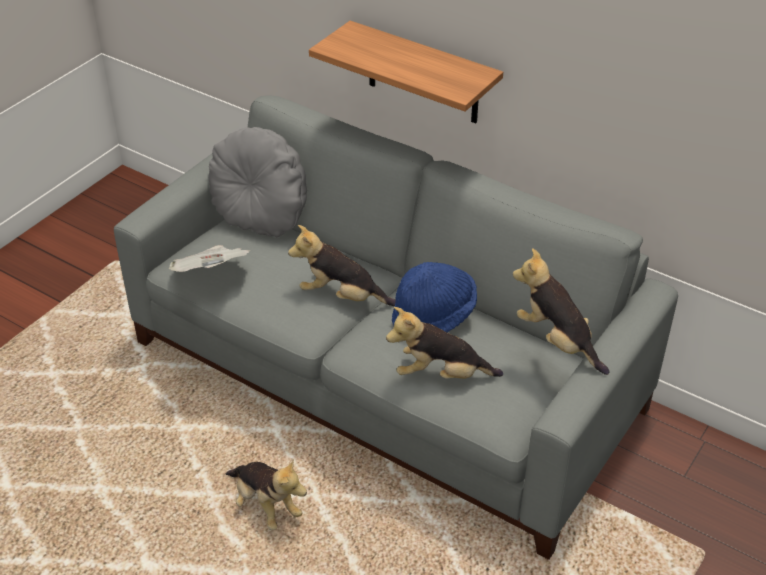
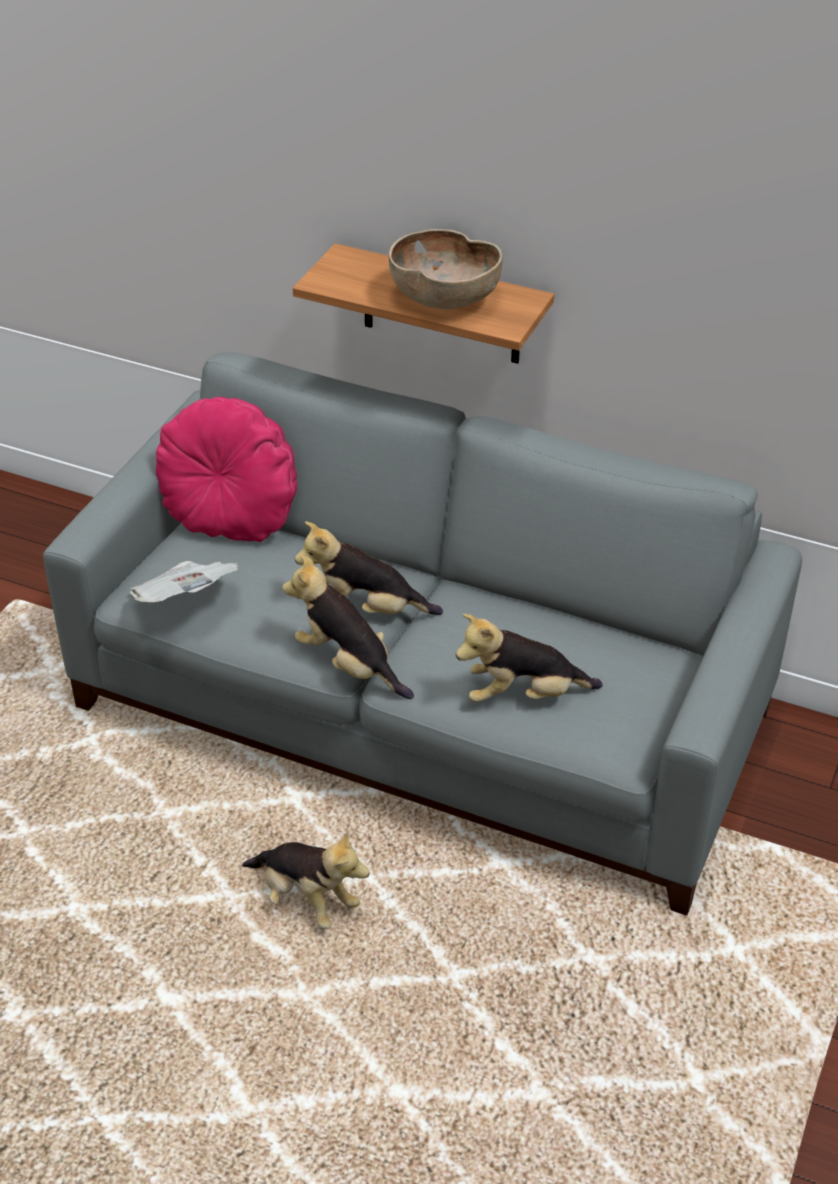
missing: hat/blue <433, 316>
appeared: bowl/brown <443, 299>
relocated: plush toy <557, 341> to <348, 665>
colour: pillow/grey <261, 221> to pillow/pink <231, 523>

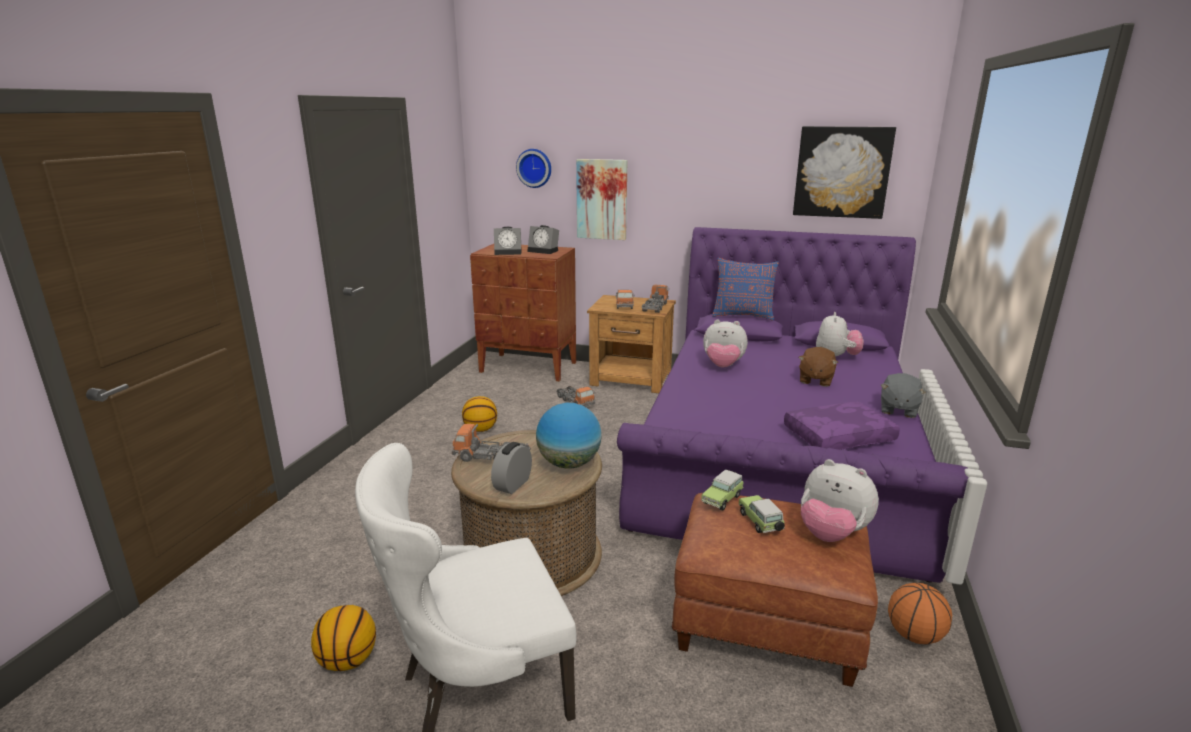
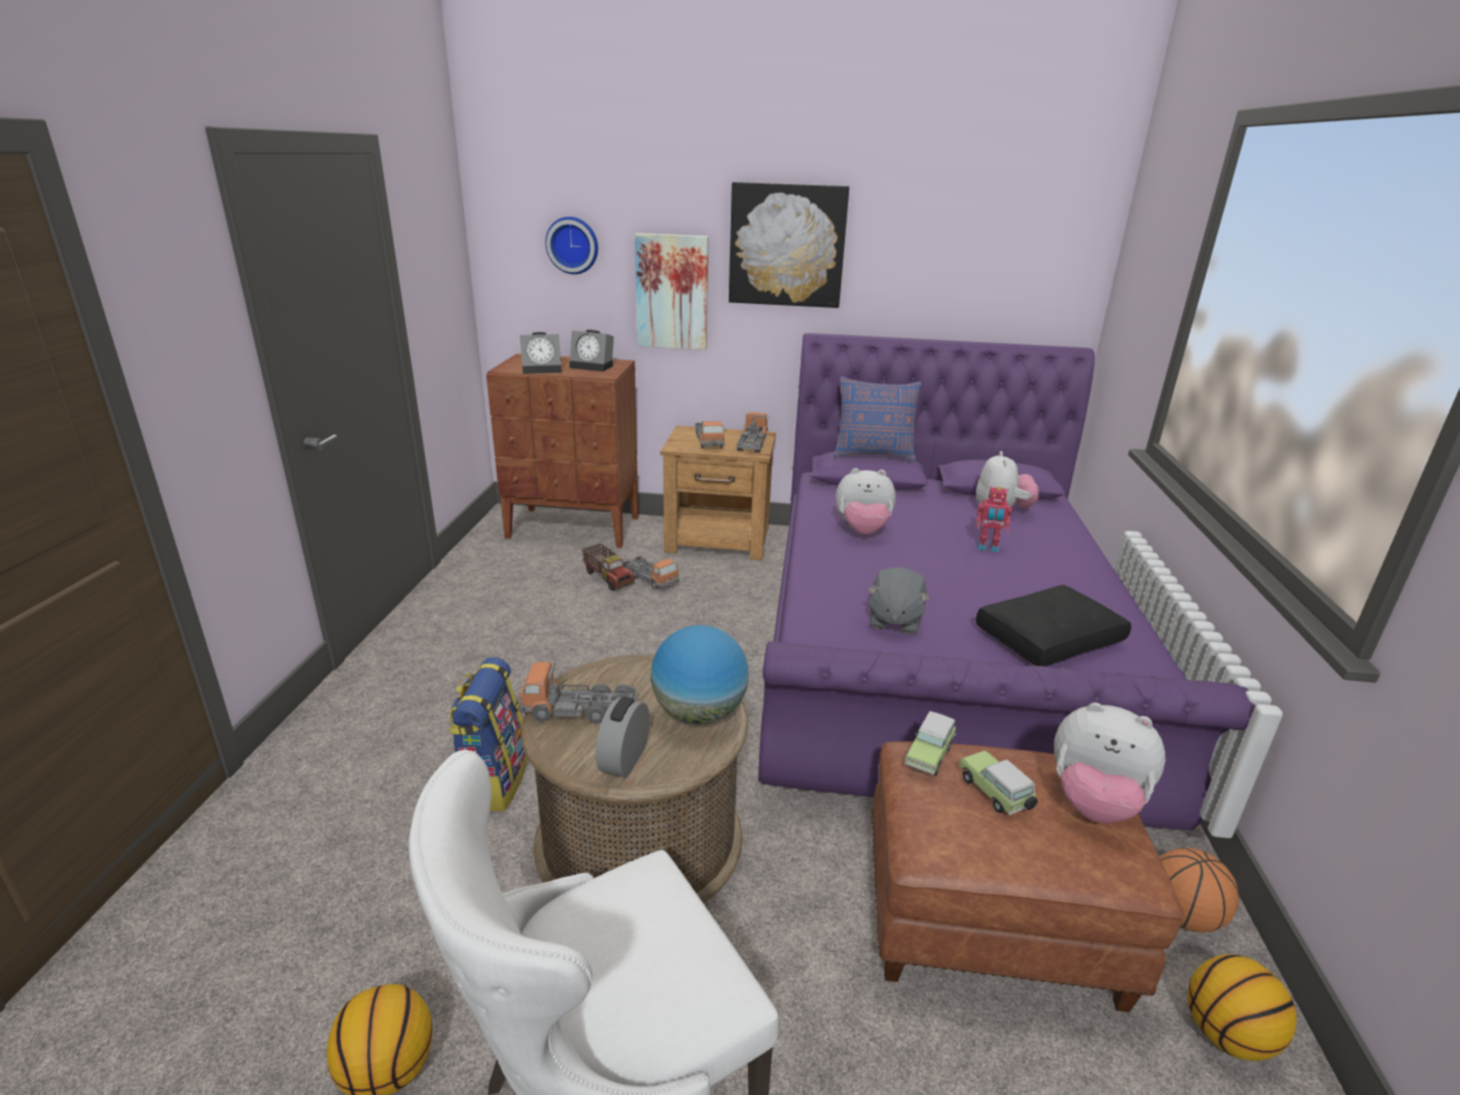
appeared: backpack <492, 780>; toy truck <608, 577>
relocated: basketball <480, 429> to <1226, 1034>; picture <842, 172> to <787, 245>; plush toy/grey <898, 410> to <894, 620>
exchanged: plush toy/brown <815, 380> to toy robot <987, 548>
colour: pillow/purple <838, 436> to pillow/black <1048, 637>

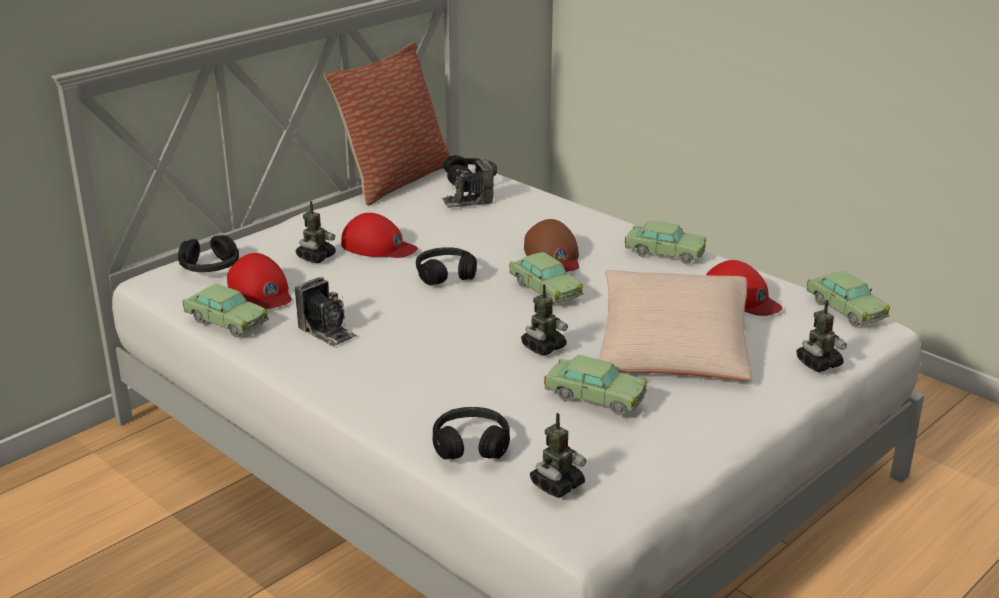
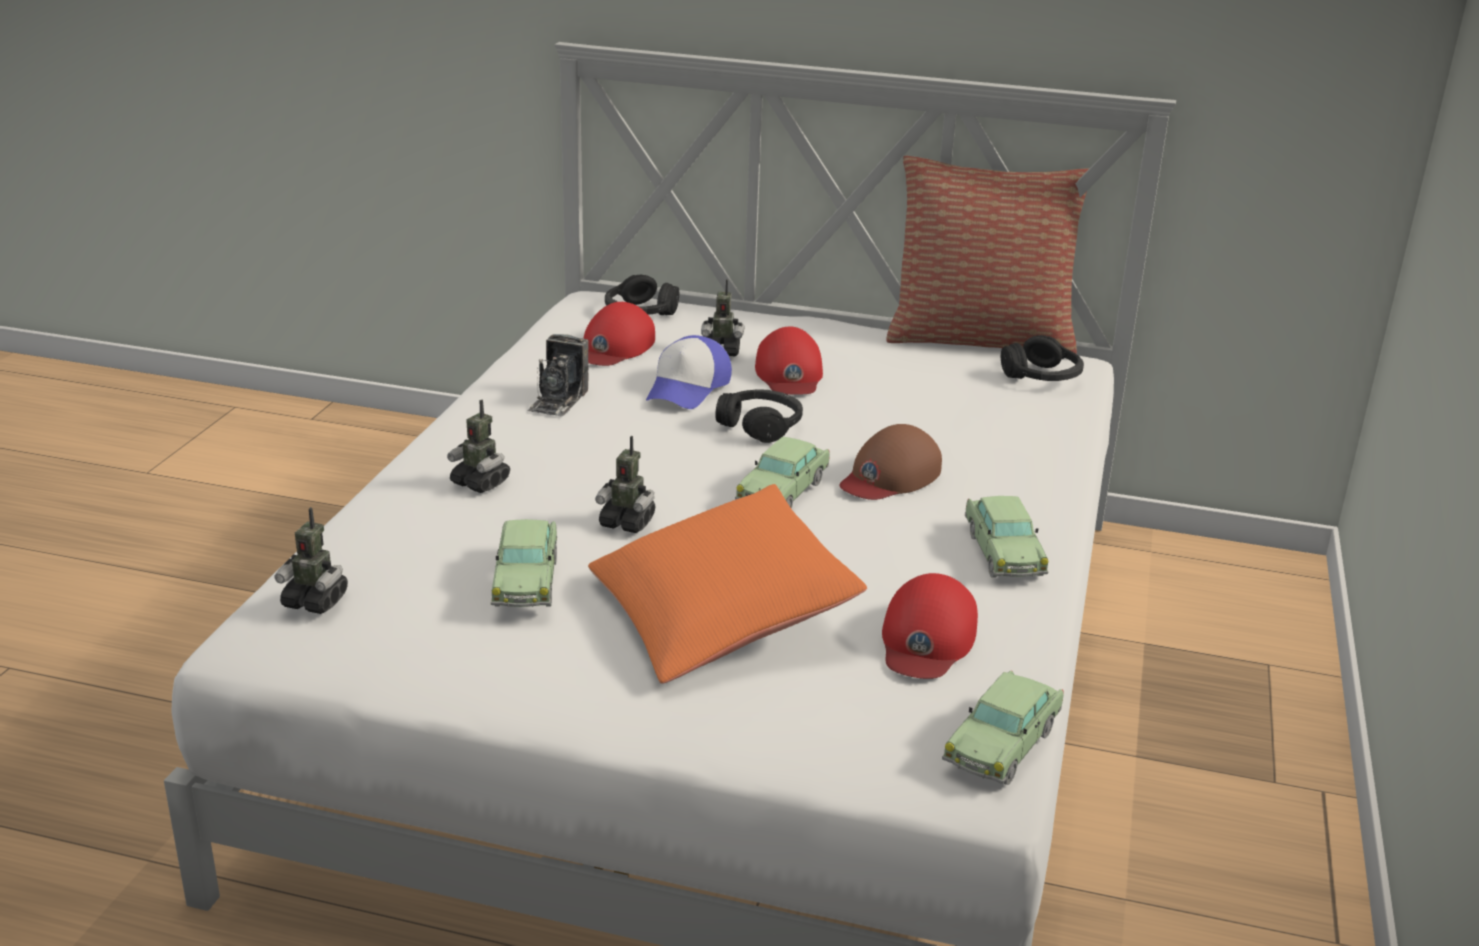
missing: toy car <226, 322>; headphones/black <471, 444>; photo camera <467, 201>
appeared: cap <688, 388>
relocated: toy robot <818, 363> to <480, 482>
colour: pillow/beige <672, 349> to pillow/orange <720, 615>

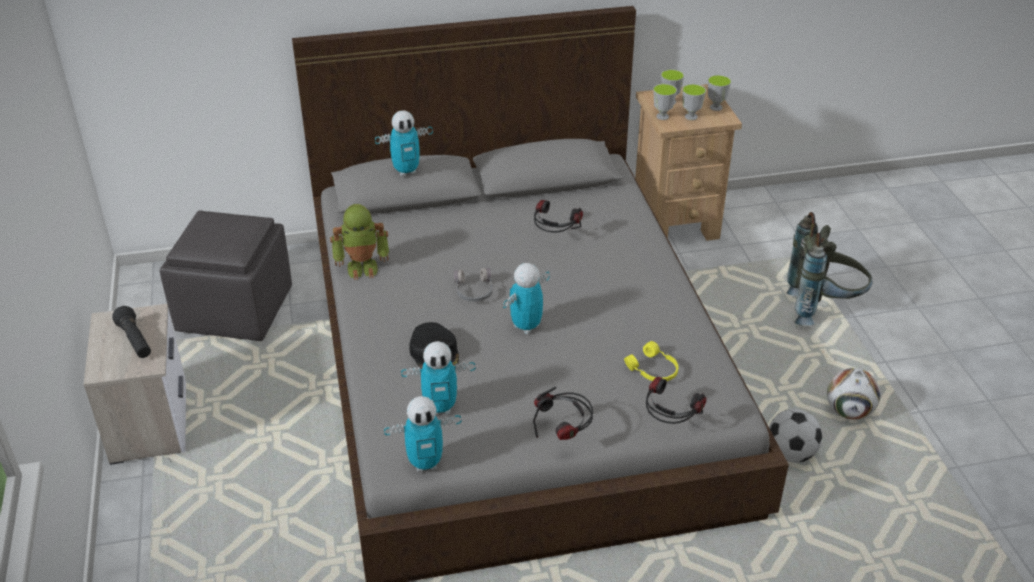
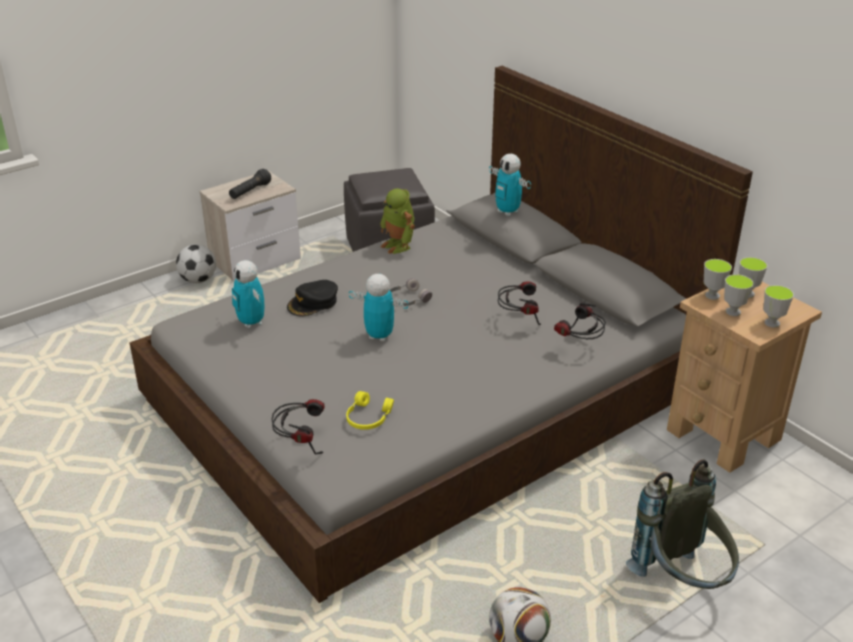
missing: toy robot <425, 463>
relocated: headphones <564, 436> to <579, 346>; football <790, 454> to <198, 280>

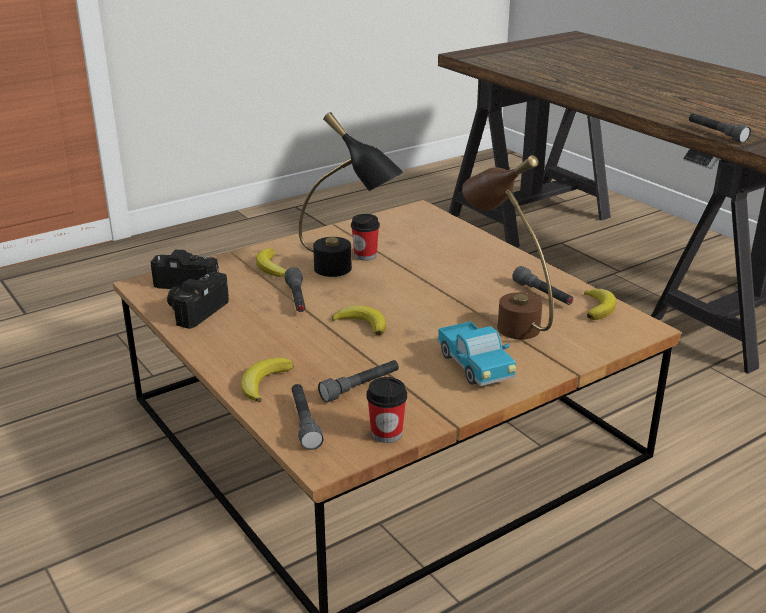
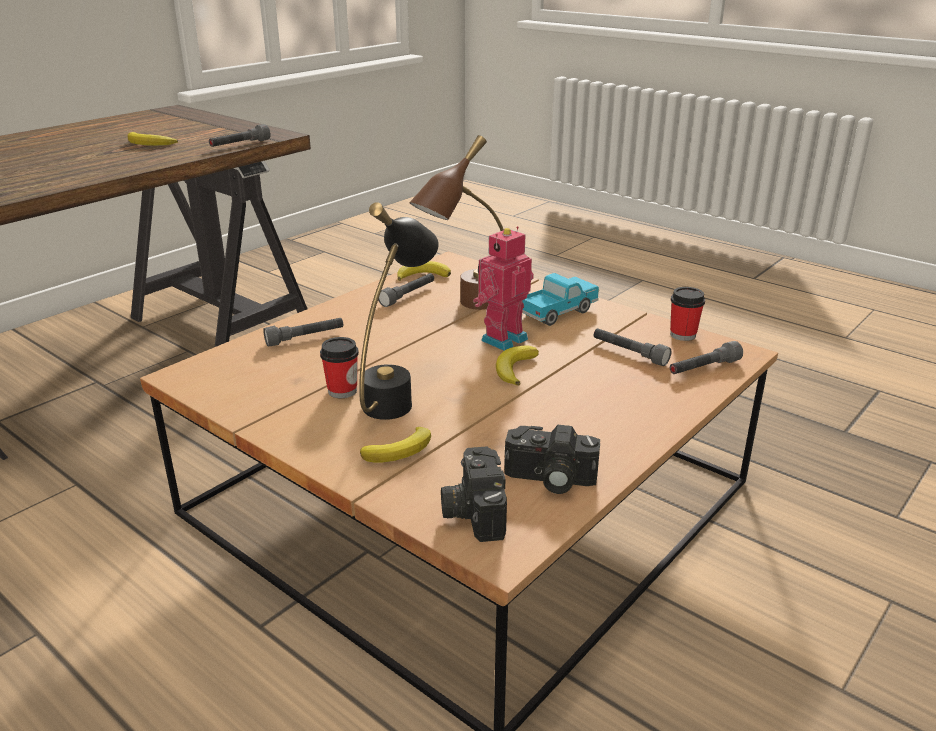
appeared: toy robot <502, 339>
relocated: banana <264, 382> to <150, 144>; flashlight/grey <297, 299> to <305, 338>

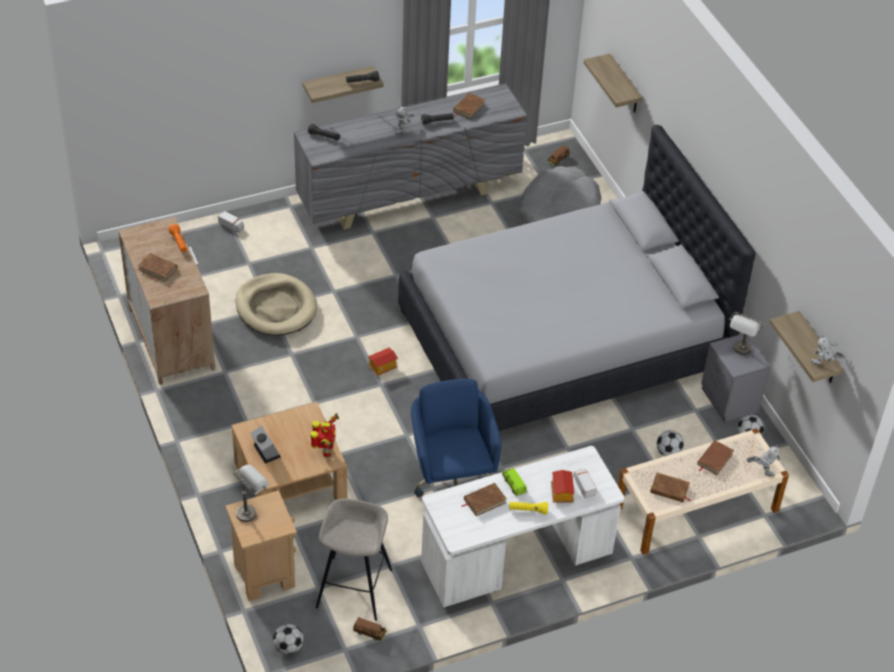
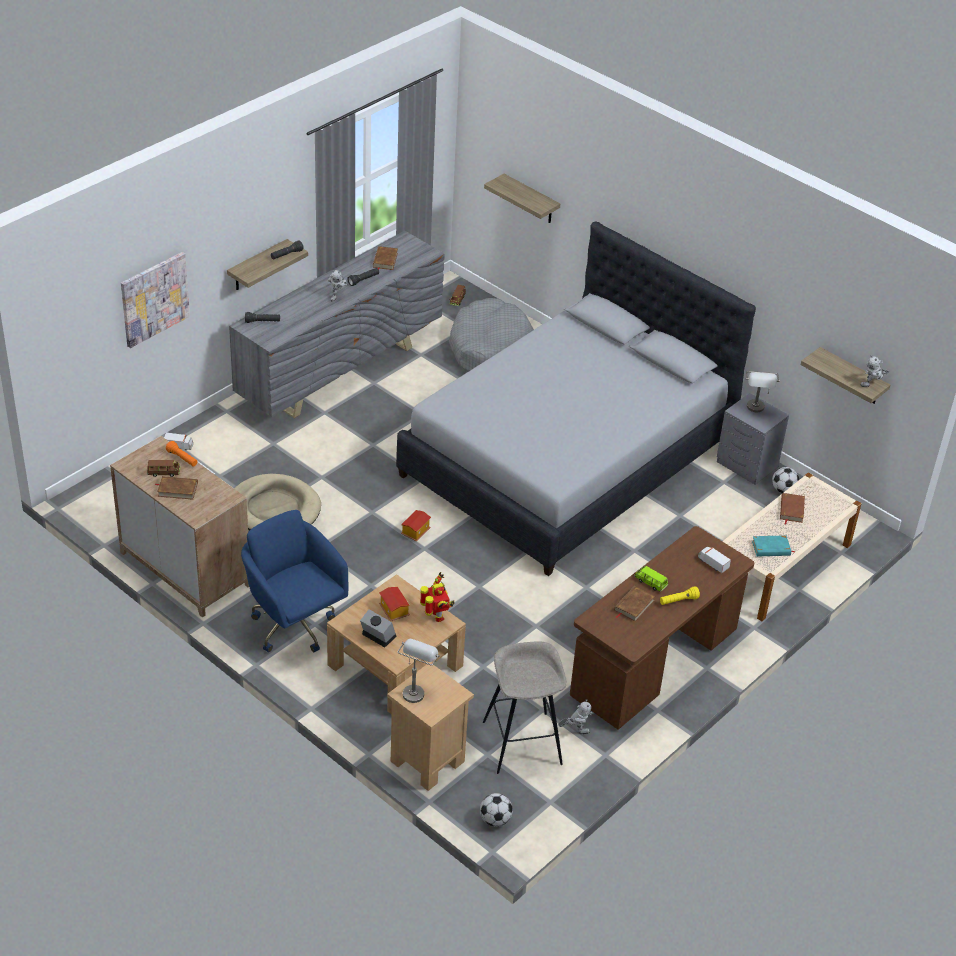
missing: football <668, 452>
appeared: picture <154, 299>
relocated: toy car/brown <369, 632> to <163, 472>; office chair/blue <451, 483> to <295, 629>; toy house <561, 493> to <393, 611>; toy robot <762, 471> to <575, 731>
colour: desk/white <517, 559> to desk/brown <654, 664>; book/brown <669, 490> to book/turquoise <771, 548>

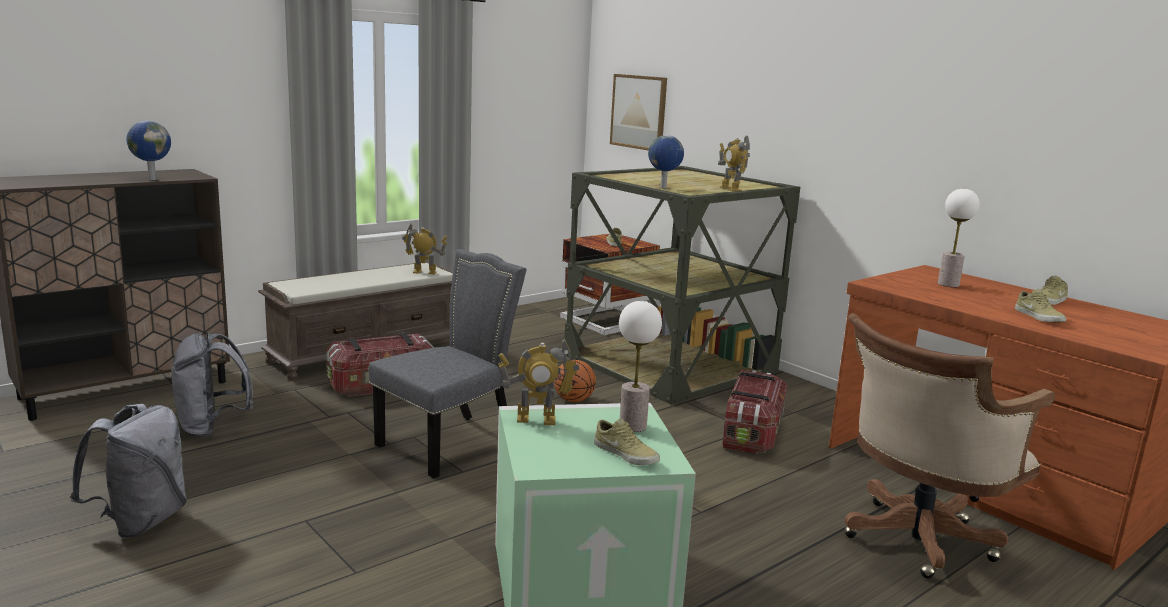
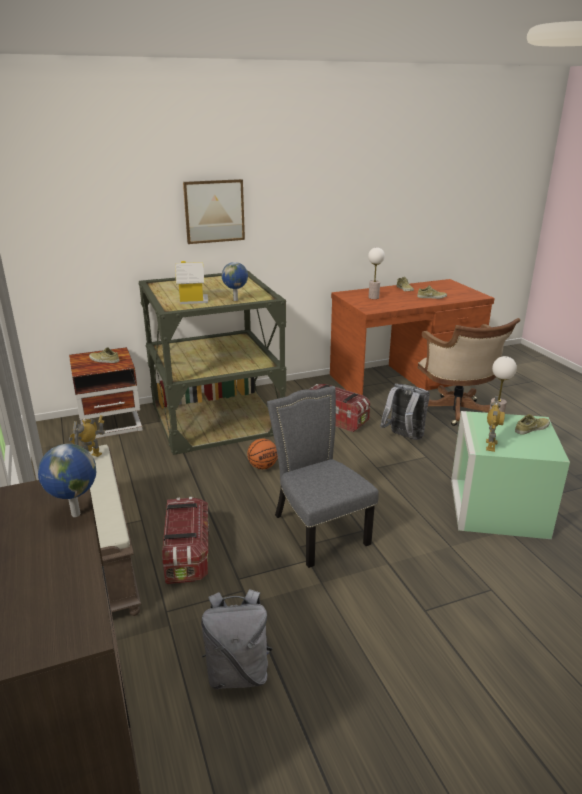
missing: toy robot <730, 189>
appeared: toy house <192, 300>
relocated: backpack/grey <141, 522> to <403, 437>; picture <639, 112> to <214, 211>

